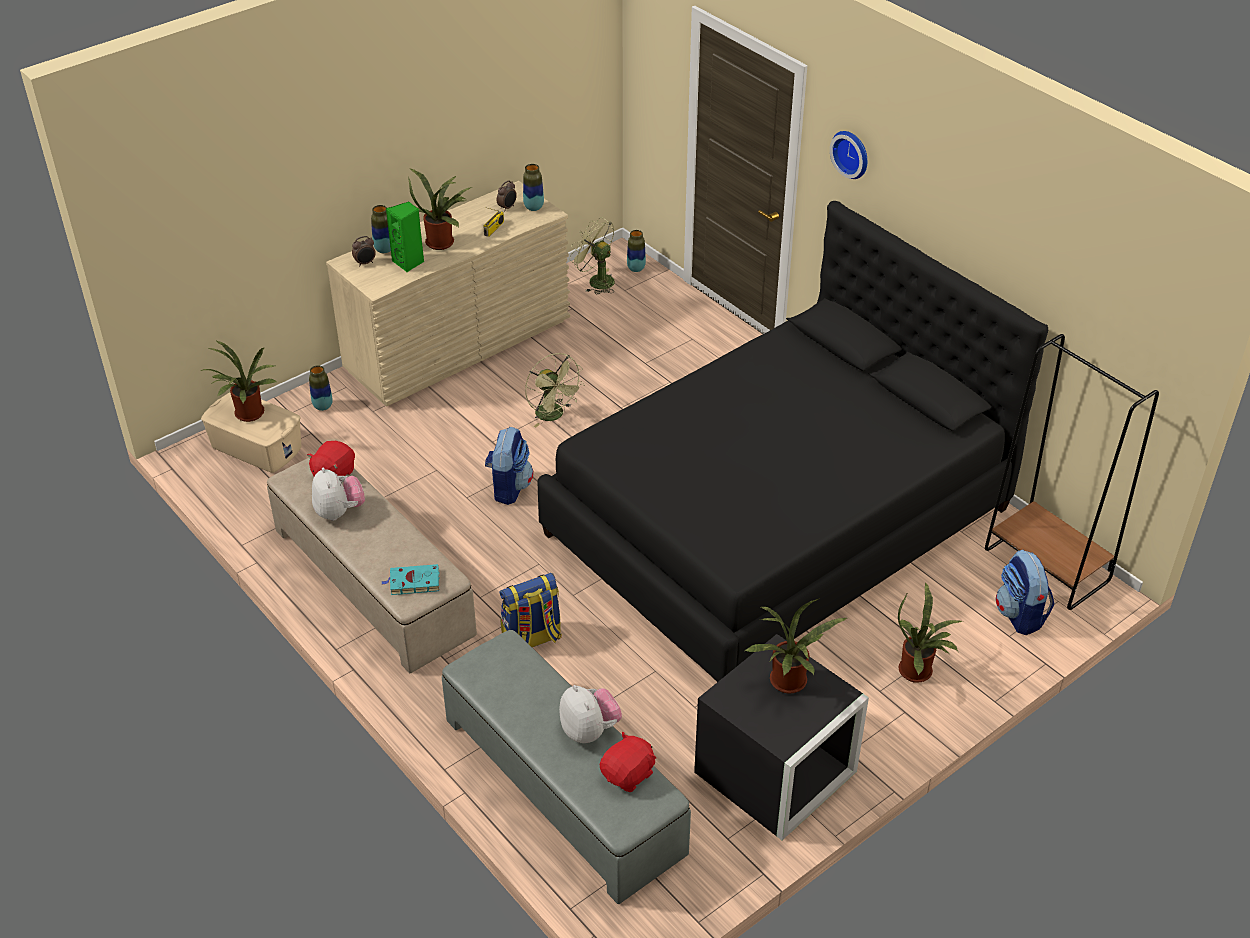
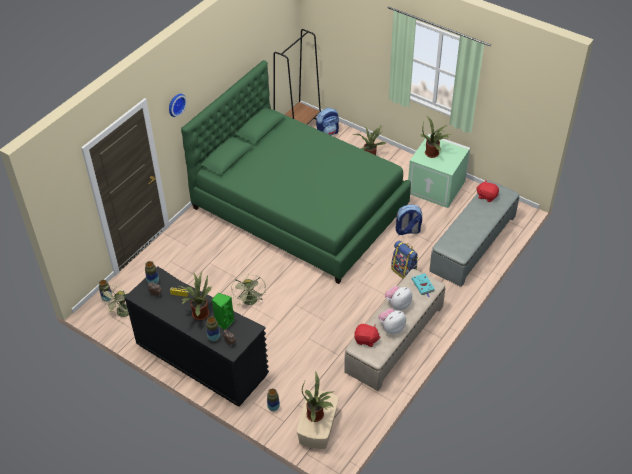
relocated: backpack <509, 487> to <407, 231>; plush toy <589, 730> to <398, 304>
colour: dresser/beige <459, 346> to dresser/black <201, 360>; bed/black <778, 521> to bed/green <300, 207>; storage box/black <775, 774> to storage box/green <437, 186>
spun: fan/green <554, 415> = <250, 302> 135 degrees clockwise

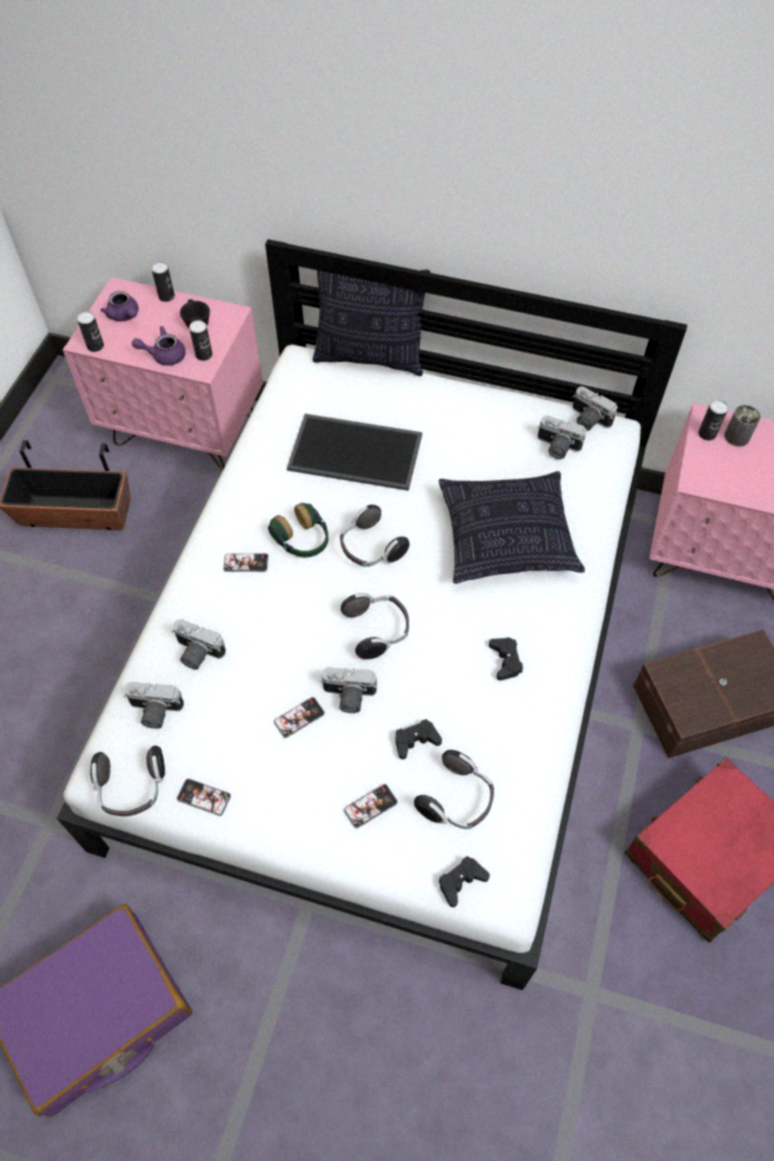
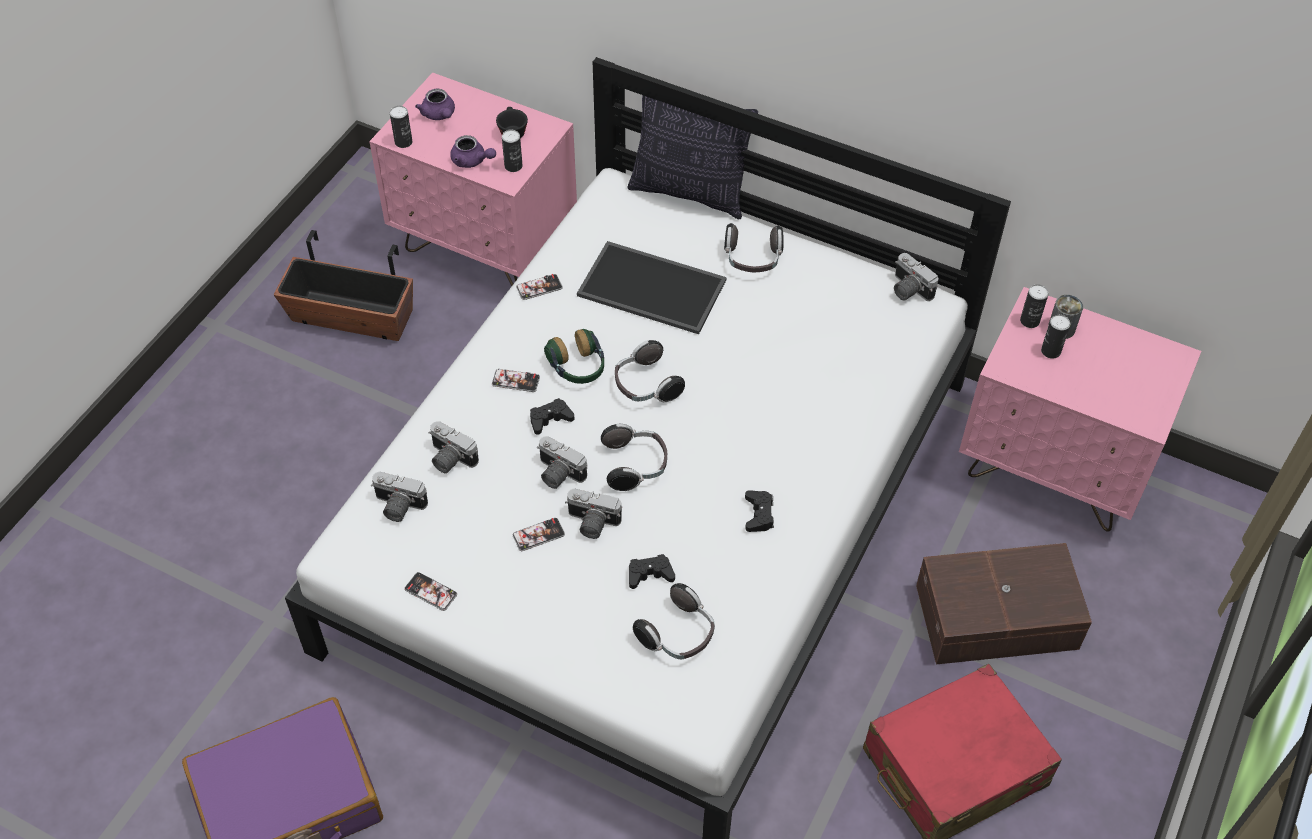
missing: pillow <507, 538>
relocated: headphones <132, 788> to <752, 260>; can <166, 296> to <1050, 351>; phone <370, 806> to <539, 287>; game controller/black <461, 881> to <550, 419>; photo camera <556, 447> to <557, 474>
spun: teapot/purple <164, 355> = <472, 161> 150 degrees counterclockwise

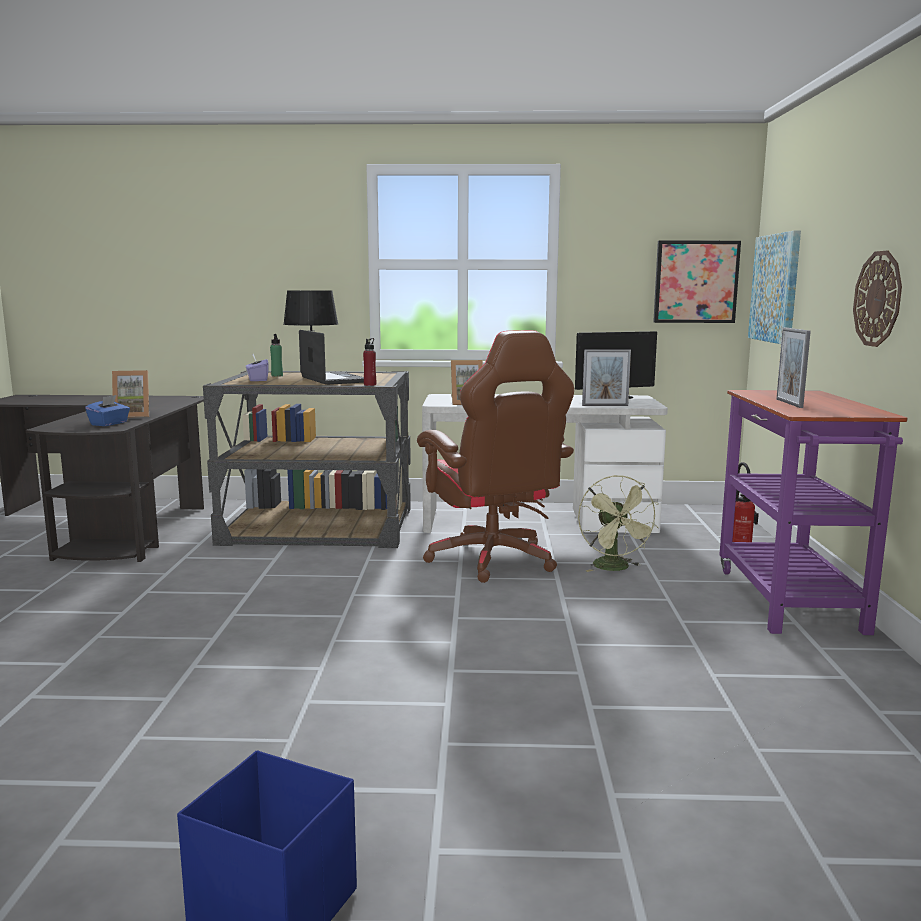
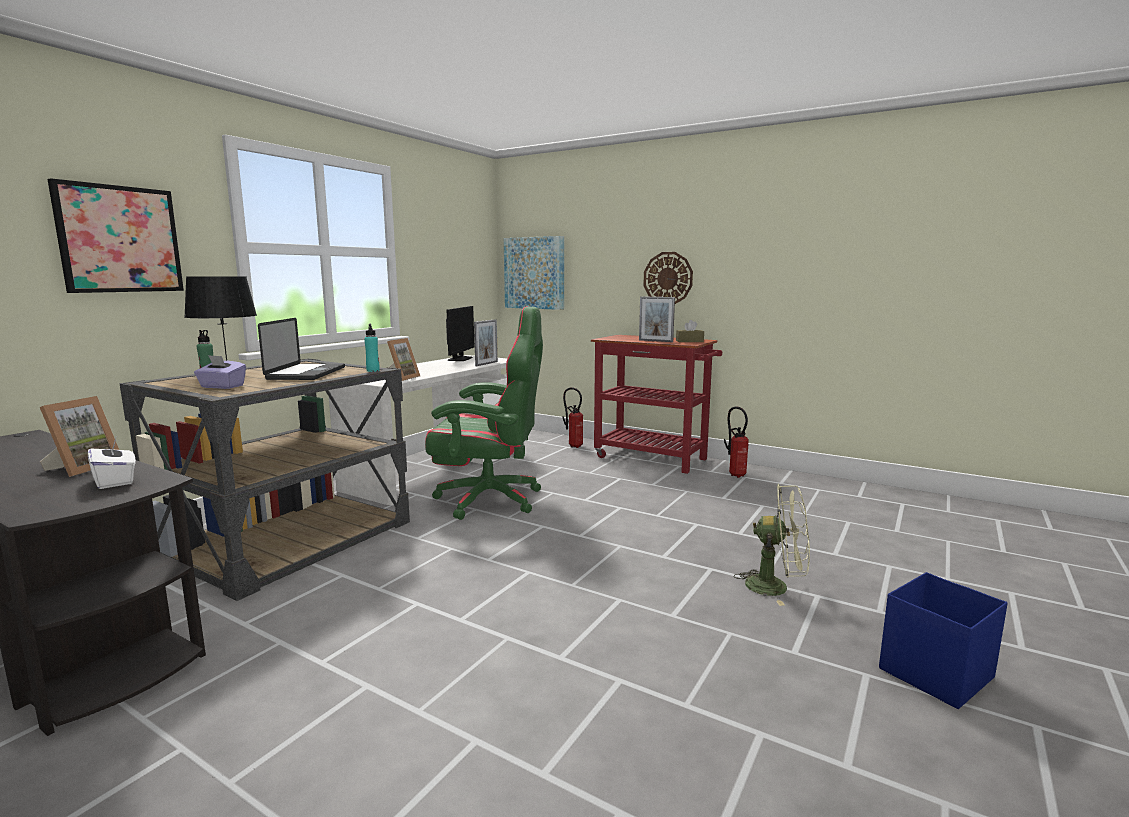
appeared: tissue box/brown <689, 341>; fire extinguisher <735, 474>
relocated: fan/green <615, 568> to <776, 587>; picture <695, 282> to <119, 239>
colour: tissue box/blue <109, 424> to tissue box/white <115, 481>; bottle/red <370, 385> to bottle/turquoise <373, 370>; office chair/brown <491, 559> to office chair/green <488, 499>; cart/purple <789, 601> to cart/red <652, 458>
spun: laptop <333, 380> = <306, 373> 90 degrees clockwise

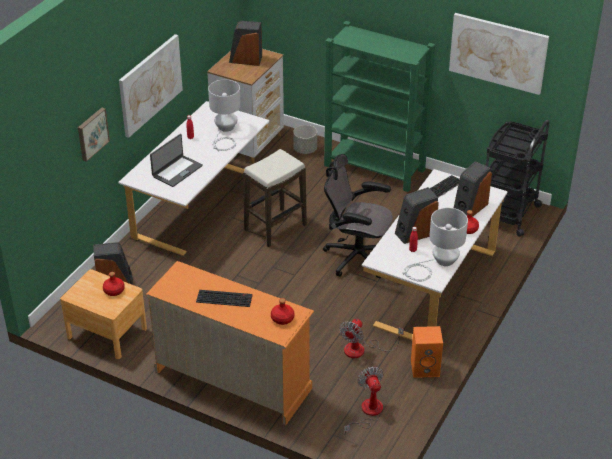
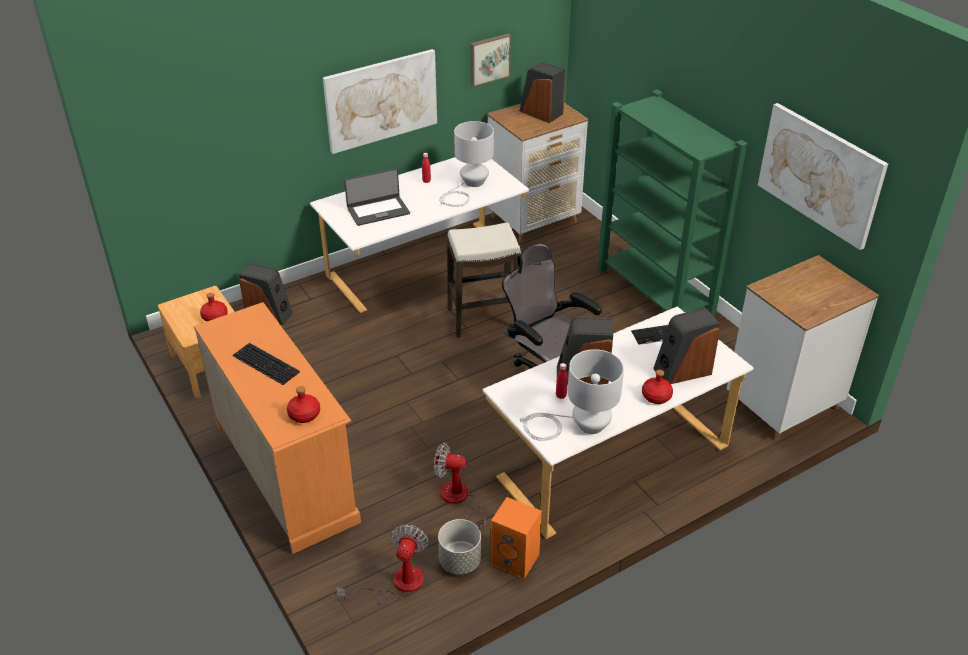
relocated: picture <92, 133> to <489, 59>; planter/grey <305, 150> to <460, 561>
exchanged: cart/black <507, 213> to dresser <782, 404>
spun: fan <362, 349> = <458, 500> 45 degrees clockwise

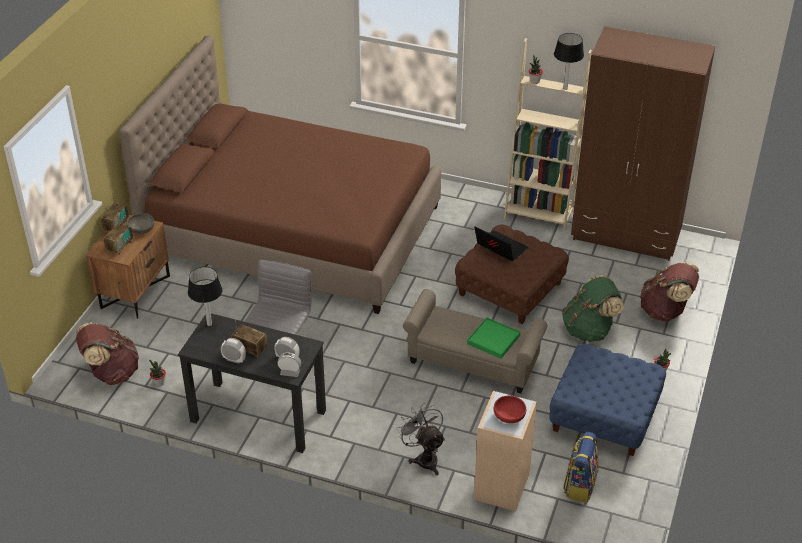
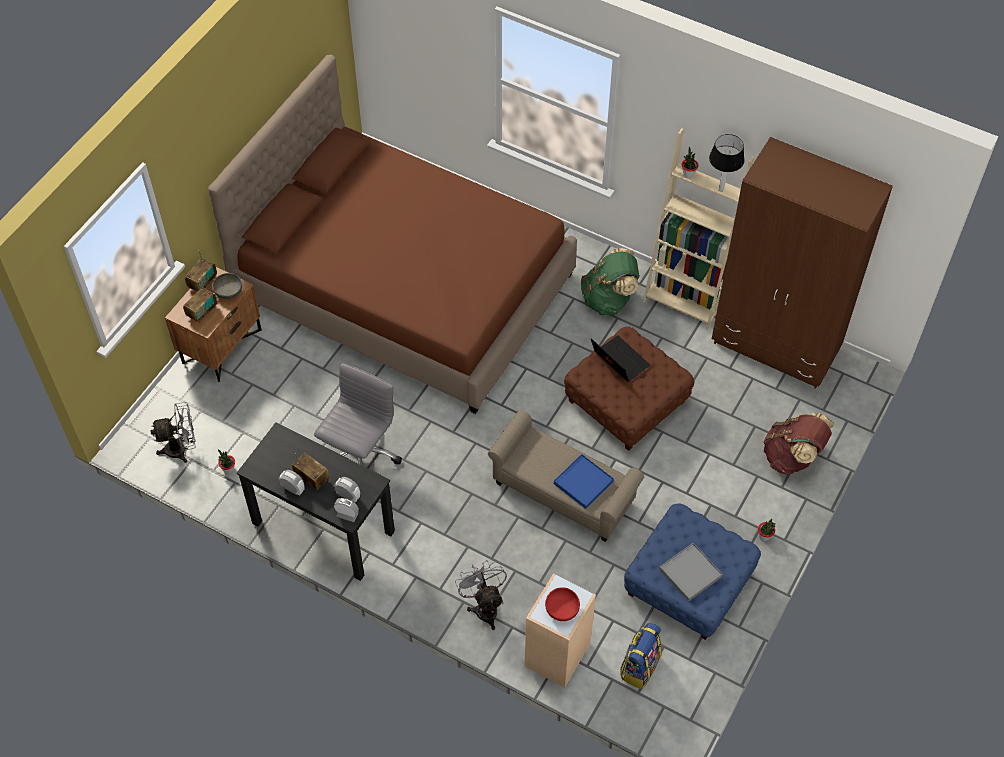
missing: table lamp <209, 324>
appeared: tray/grey <690, 573>
relocated: backpack/green <589, 330> to <608, 299>
exchanged: backpack/brown <111, 373> to fan/grey <181, 449>
colour: tray/green <493, 340> to tray/blue <583, 482>

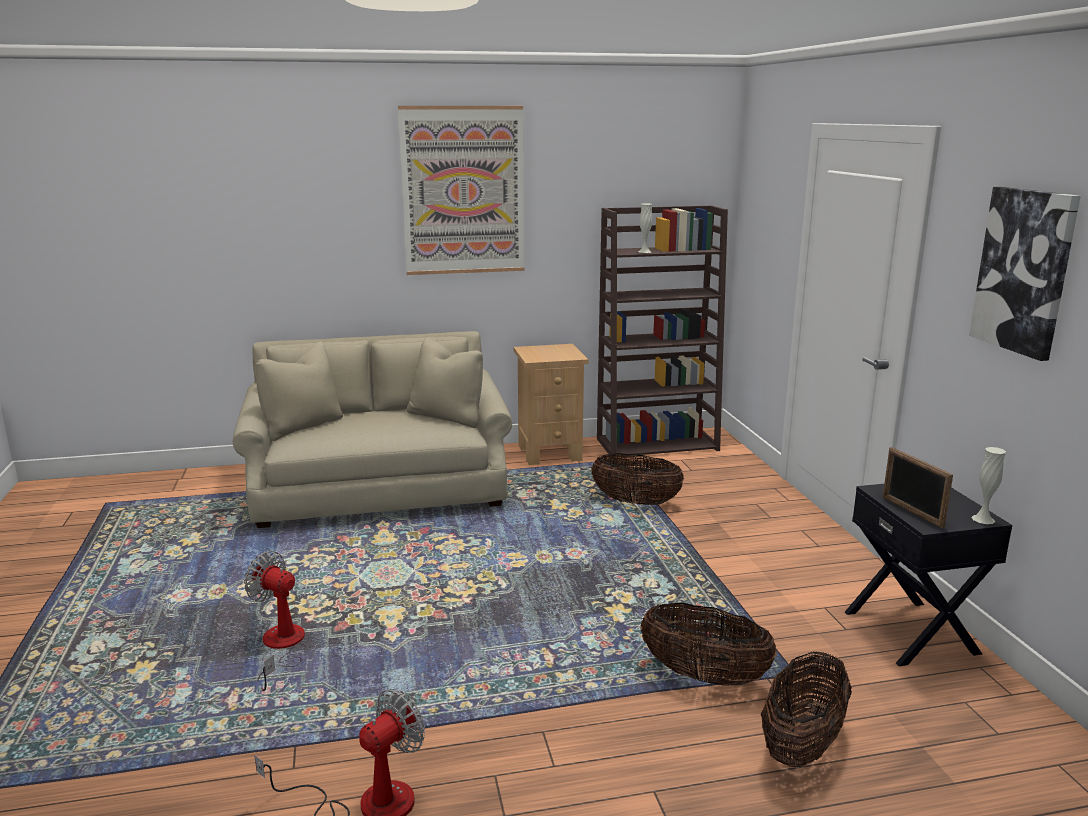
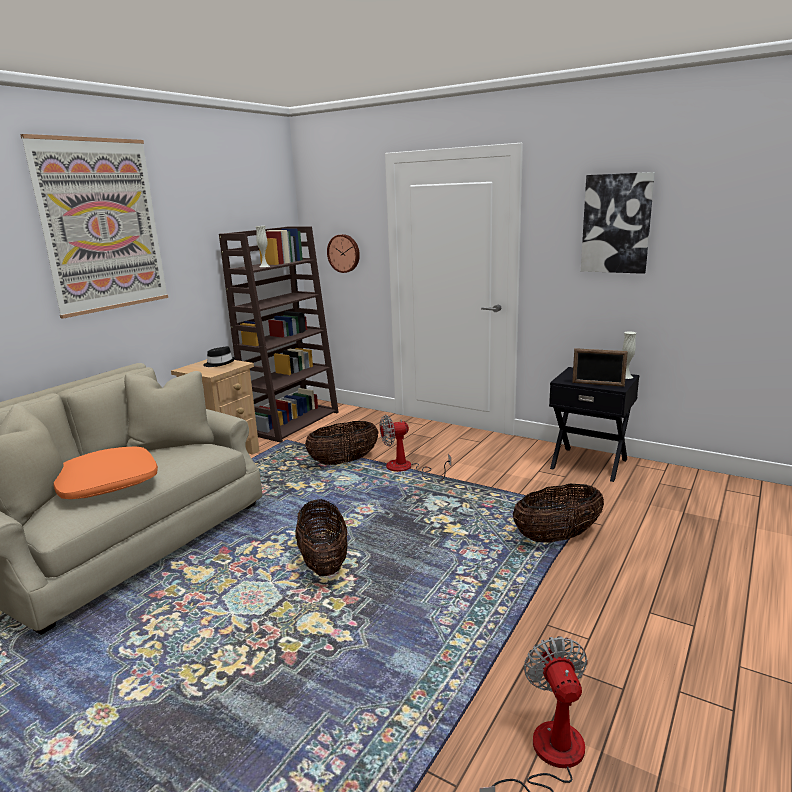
appeared: pillow/orange <107, 484>; hat/black <220, 363>; wall clock <344, 253>
relocated: fan <281, 647> to <406, 469>; basket <802, 744> to <324, 562>

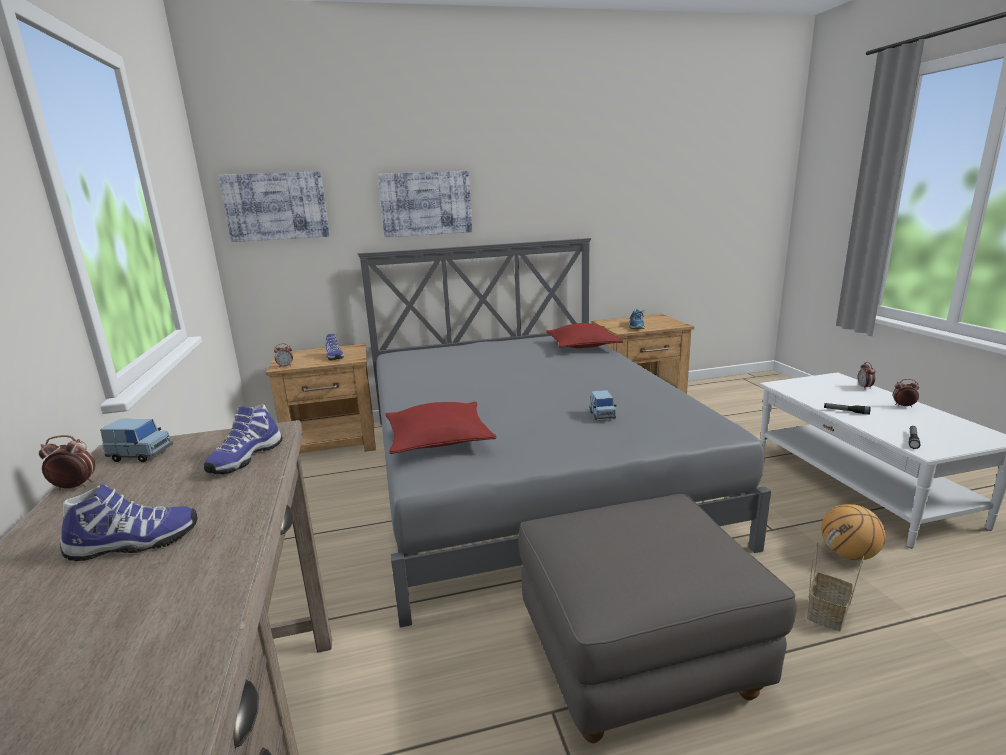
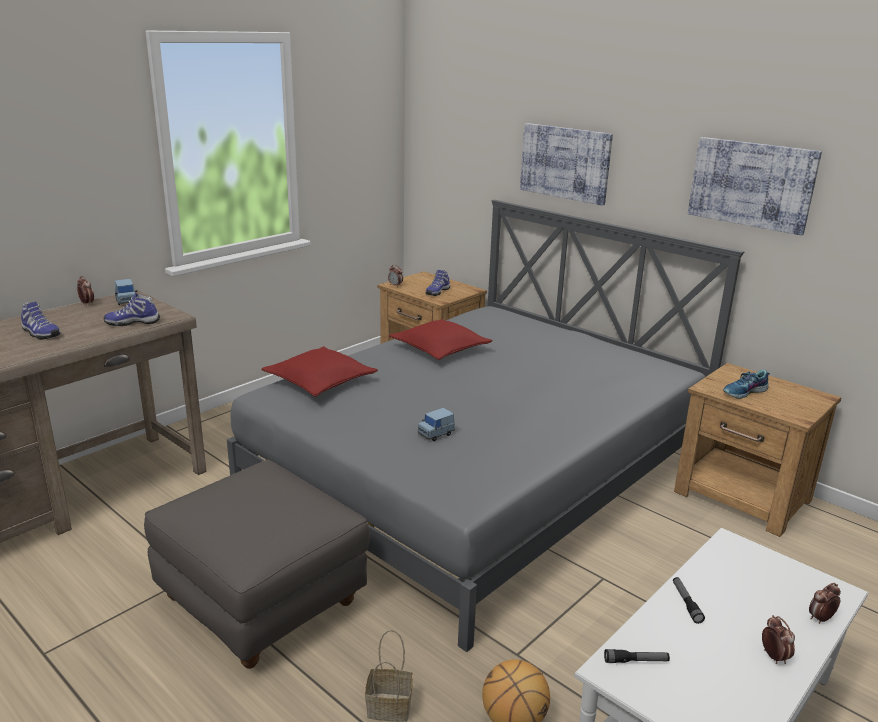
relocated: picture <276, 206> to <751, 184>; pillow/red <582, 345> to <440, 349>

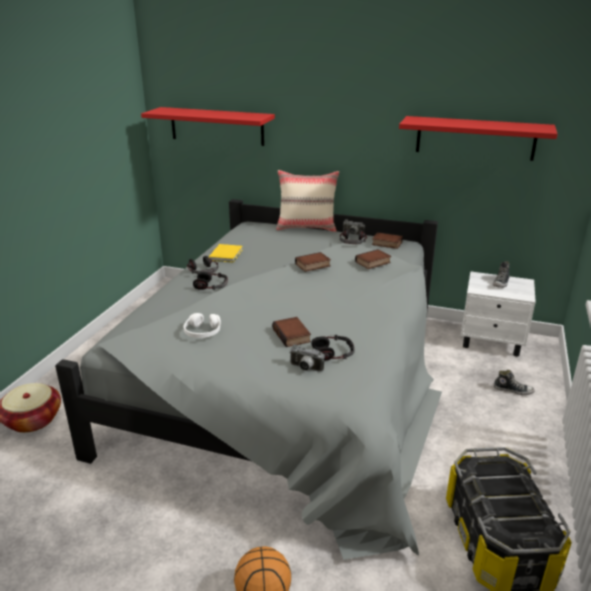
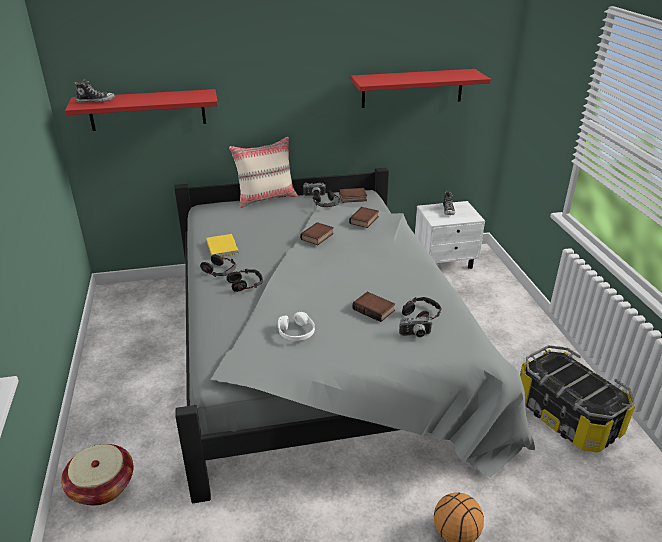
relocated: shoe <513, 390> to <96, 101>

